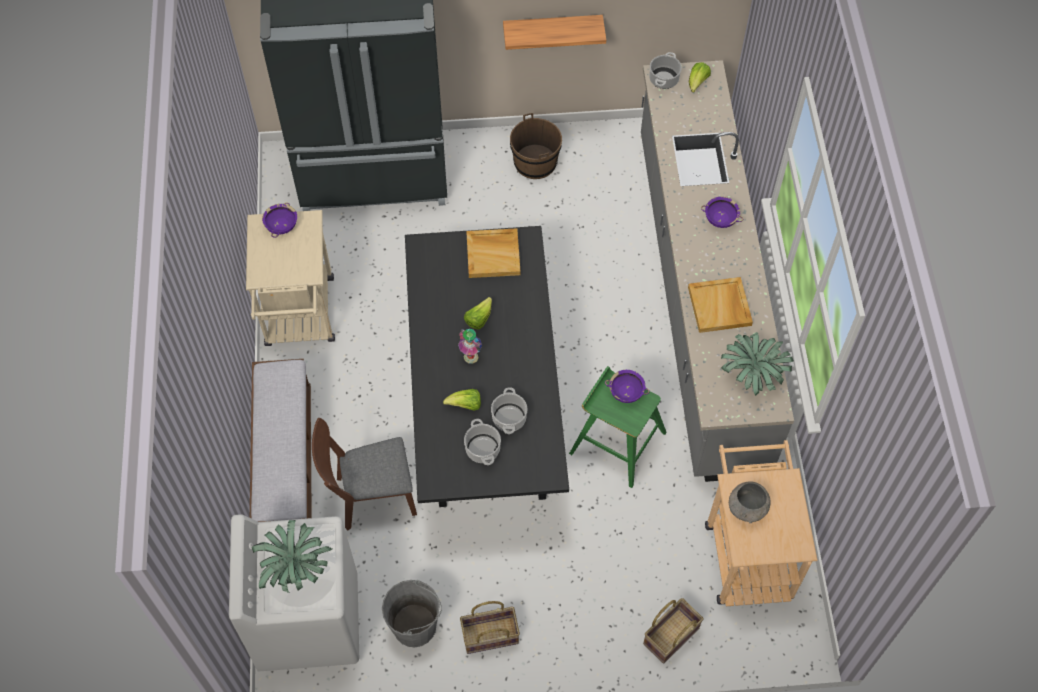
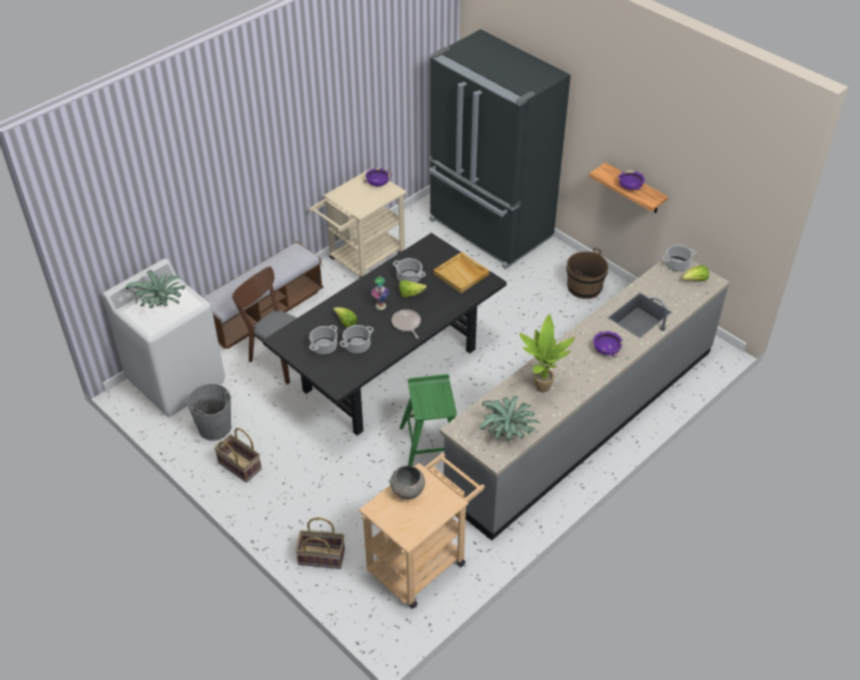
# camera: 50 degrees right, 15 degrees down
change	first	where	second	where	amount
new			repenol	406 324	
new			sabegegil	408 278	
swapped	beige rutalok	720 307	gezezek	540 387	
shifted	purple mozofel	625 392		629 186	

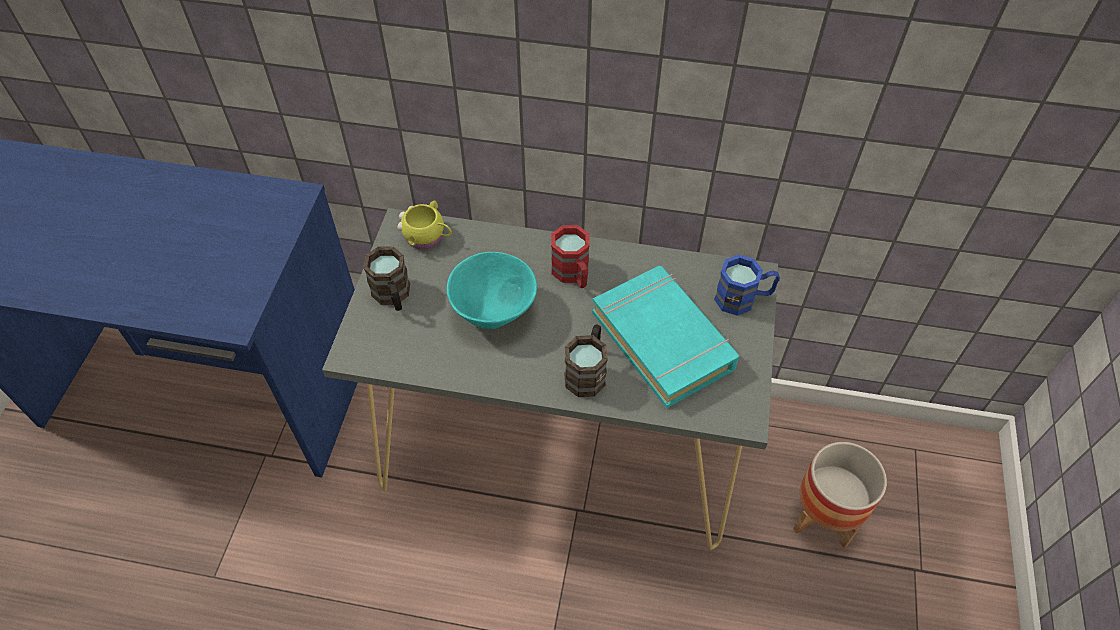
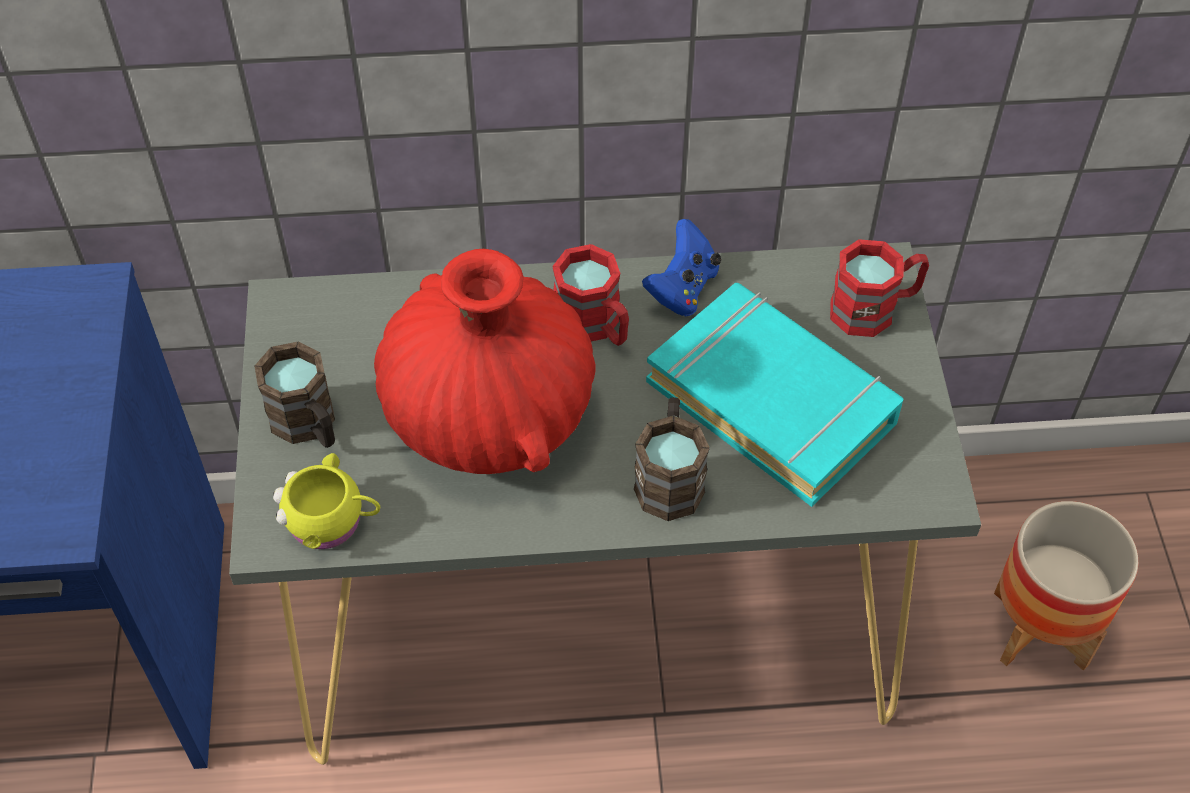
# camera: 15 degrees left, 0 degrees up
change	first	where	second	where	amount
shifted	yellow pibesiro	427 237		331 521	
swapped	turquoise mozofel	496 312	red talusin	489 414	
new			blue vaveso	682 288	
repainted	blue pibesiro	743 298	red pibesiro	875 308	

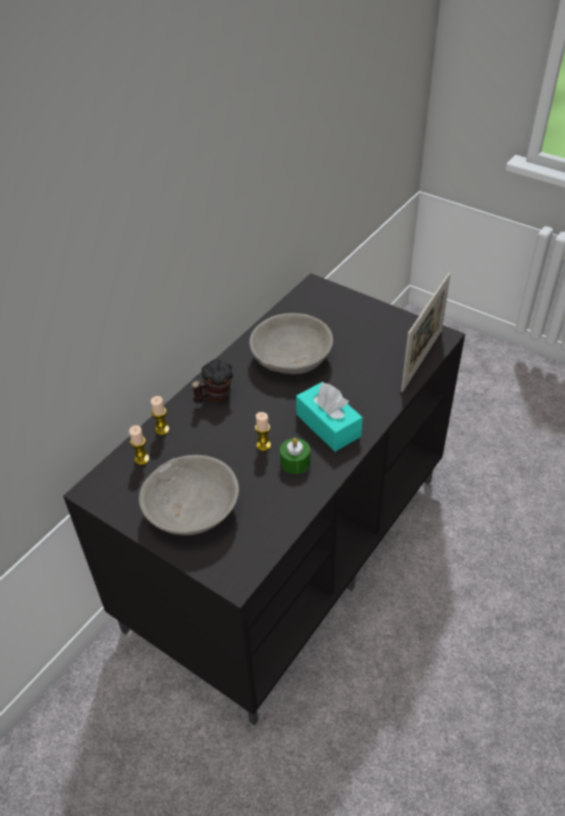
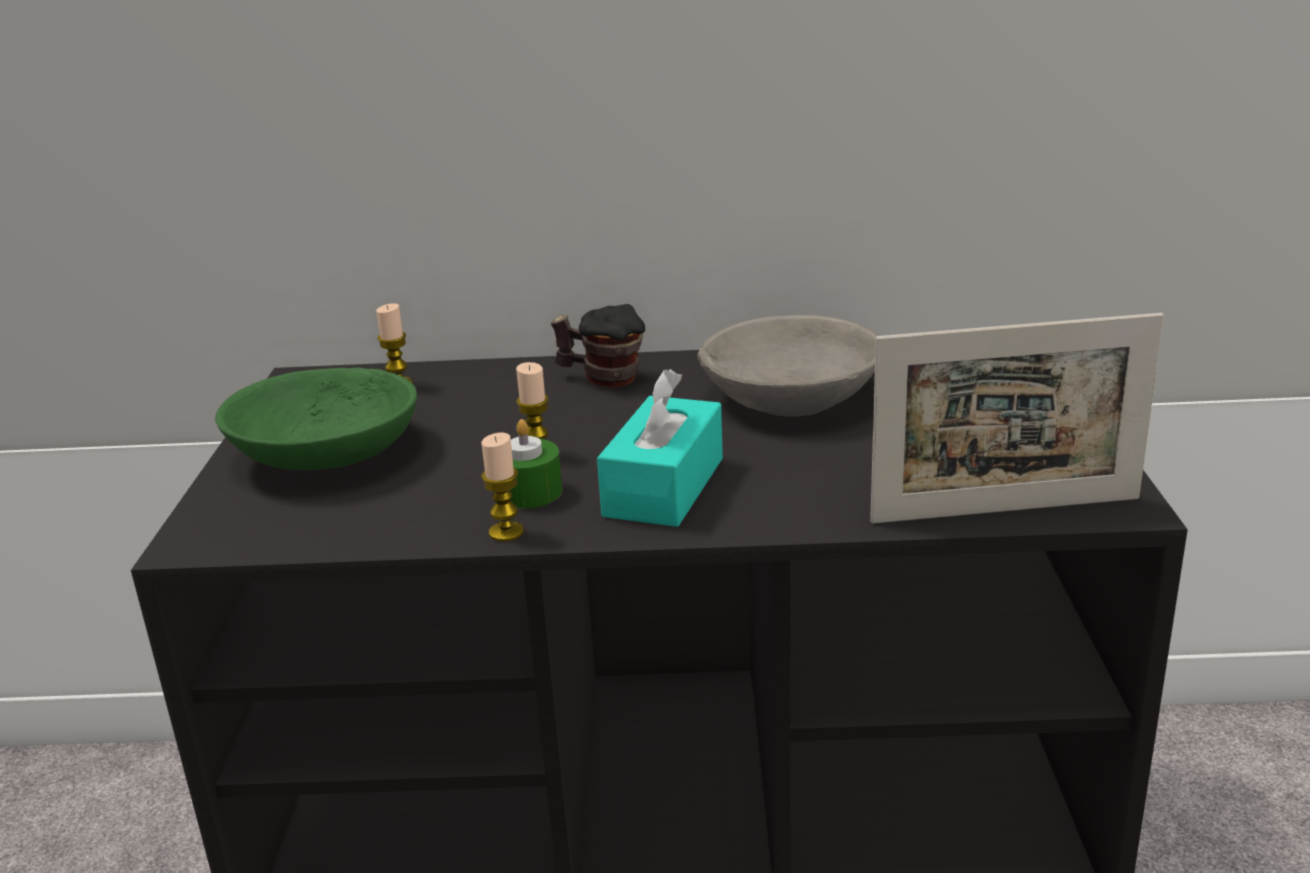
# camera: 55 degrees right, 20 degrees down
change	first	where	second	where	amount
repainted	grey mozofel	192 509	green mozofel	325 453	
shifted	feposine	162 430		506 532	

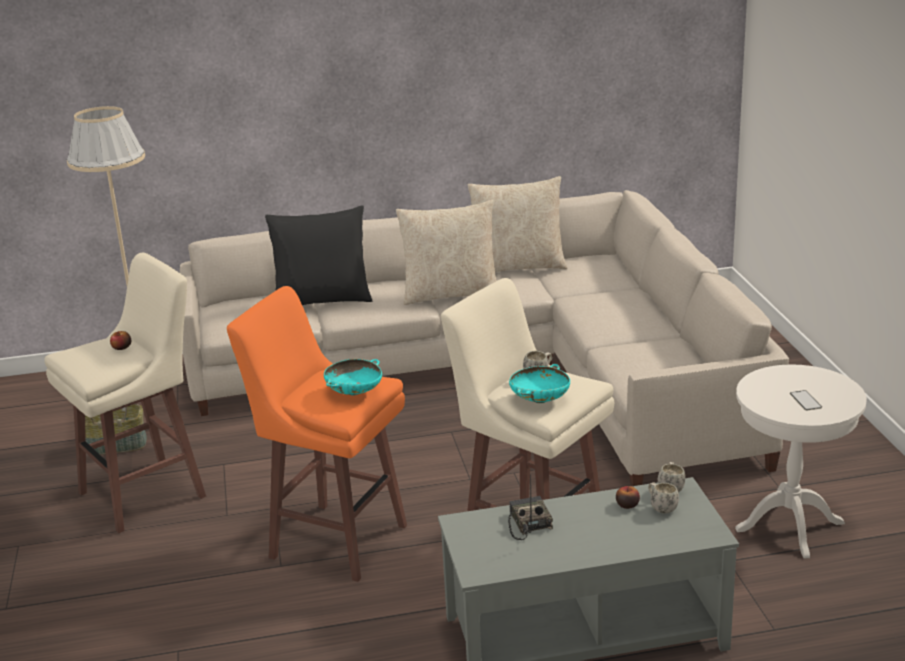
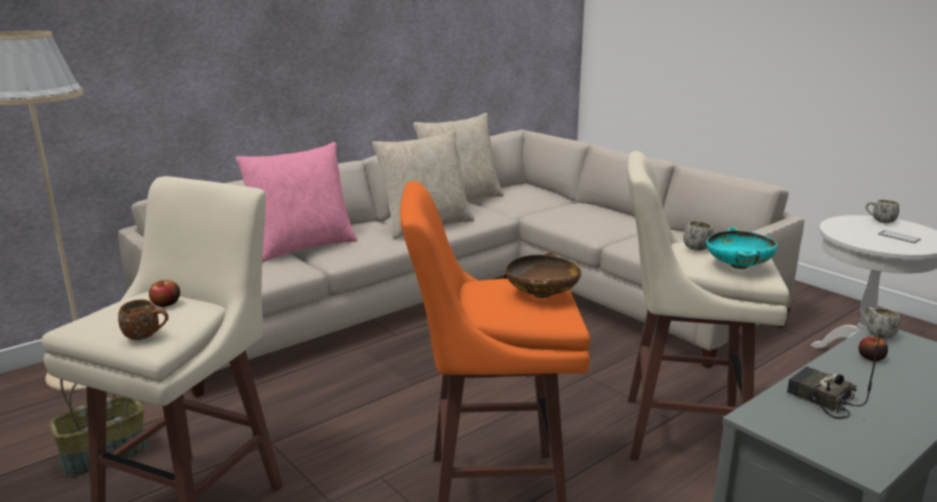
# camera: 30 degrees left, 5 degrees down
change	first	where	second	where	amount
new			brown pibesiro	147 336	
repainted	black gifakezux	322 300	pink gifakezux	302 247	
repainted	turquoise mozofel	354 392	brown mozofel	542 294	
shifted	white pibesiro	660 508		879 221	

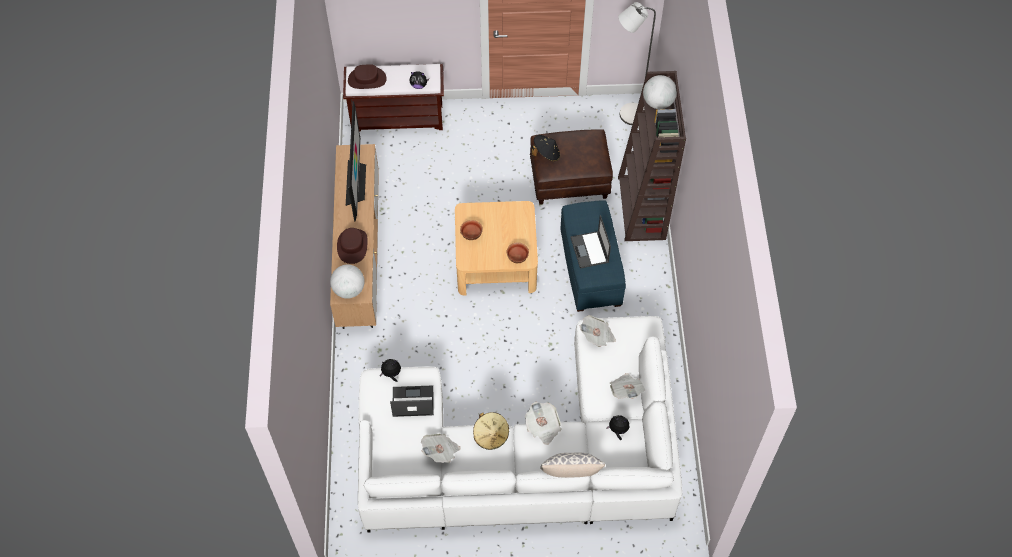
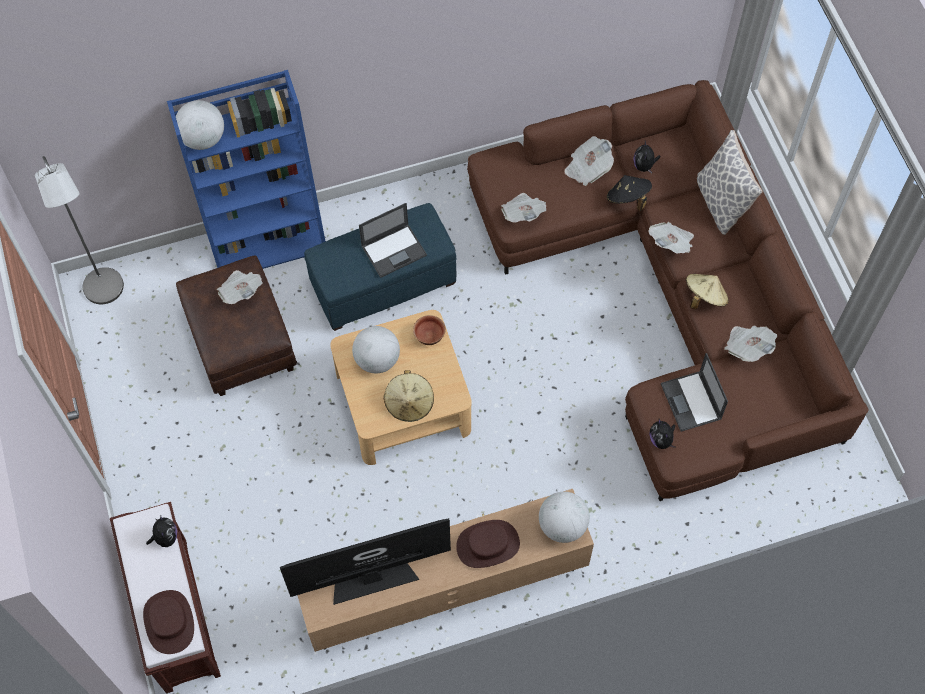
# camera: 105 degrees left, 5 degrees up
change	first	where	second	where	amount
repainted	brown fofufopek	642 209	blue fofufopek	268 242	
new			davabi	241 292	
new			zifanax	377 359	
swapped	mozofel	471 235	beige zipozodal	409 403	
repainted	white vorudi	527 453	brown vorudi	672 294	
shifted	black zipozodal	546 154		628 199	

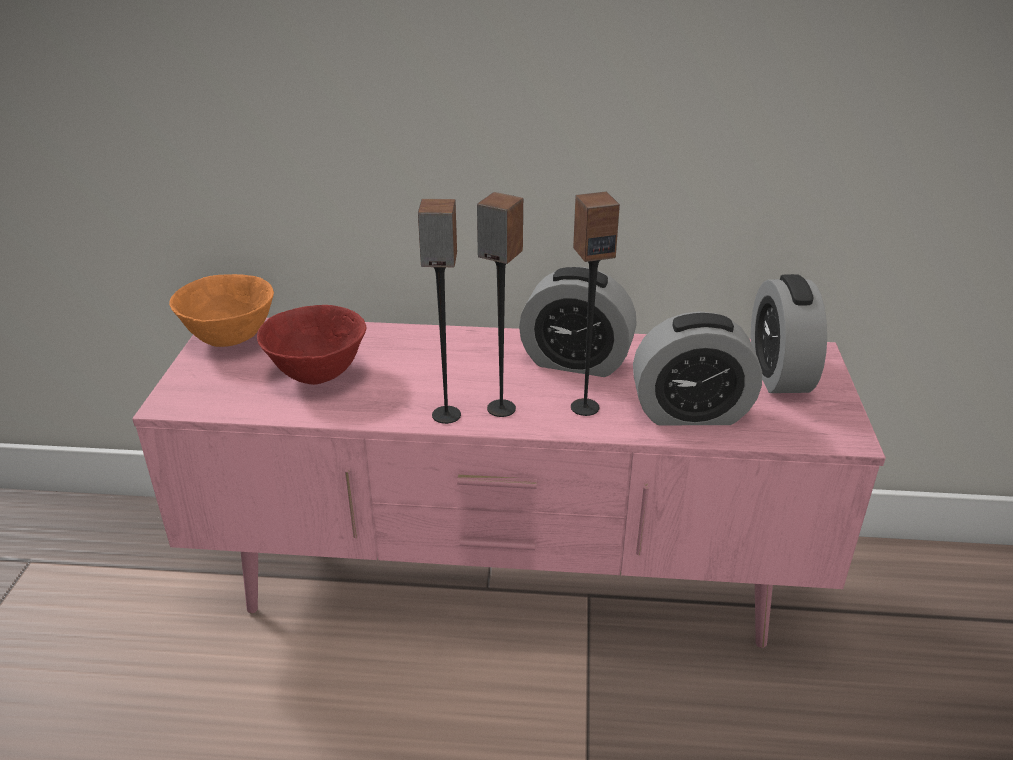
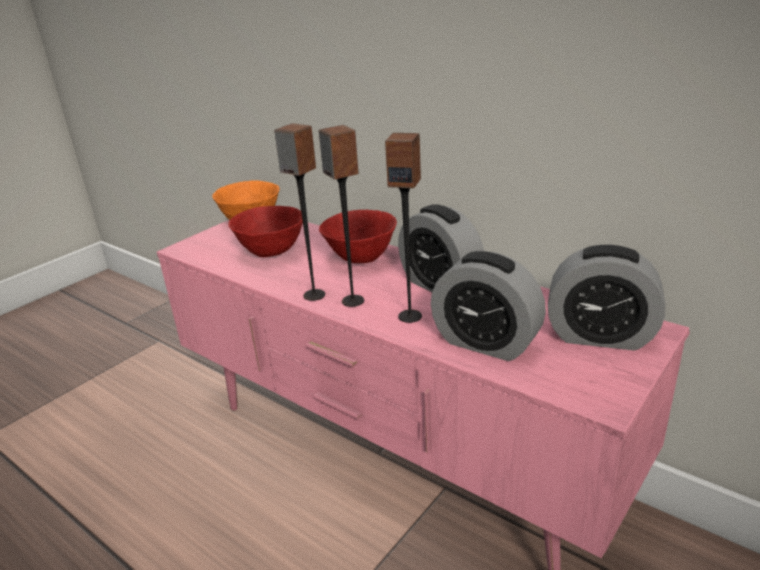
# camera: 35 degrees right, 5 degrees down
change	first	where	second	where	amount
new			red mozofel	360 258	
rotated	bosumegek	779 373		600 336	105 degrees counterclockwise

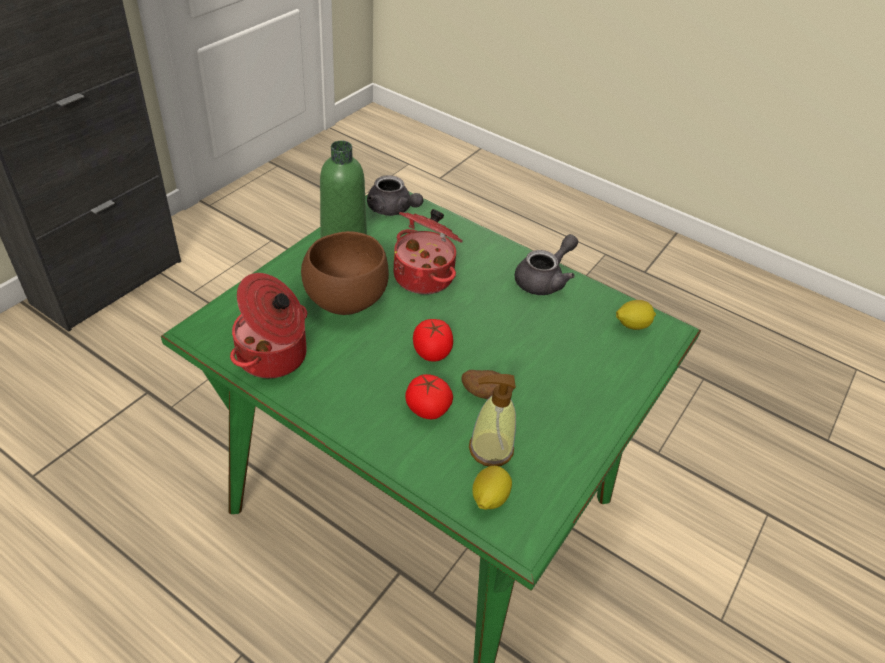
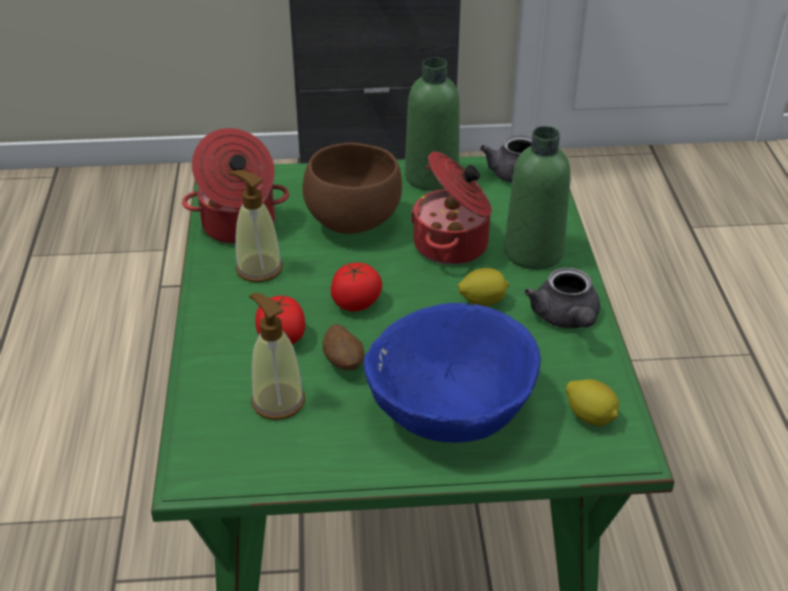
# camera: 55 degrees right, 5 degrees down
change	first	where	second	where	amount
new			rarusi	259 268	
new			blue mozofel	448 407	
shifted	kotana	488 498		482 301	
new			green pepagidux	533 252	
rotated	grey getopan	544 280		566 319	75 degrees clockwise

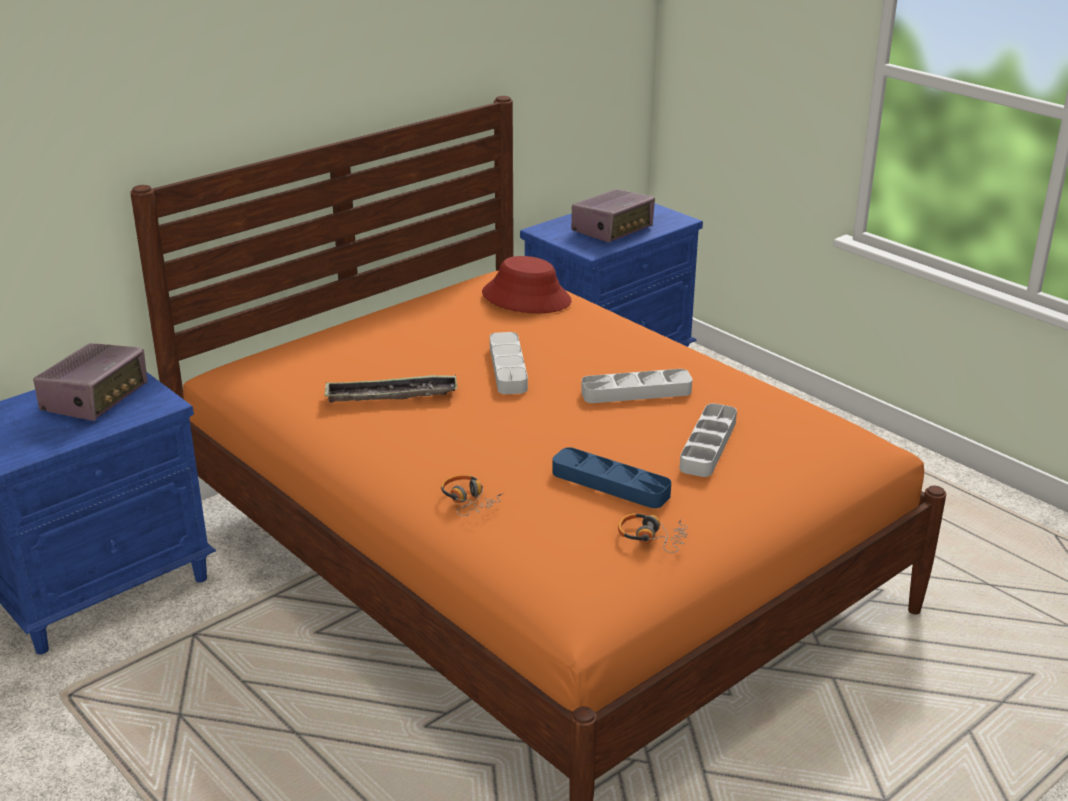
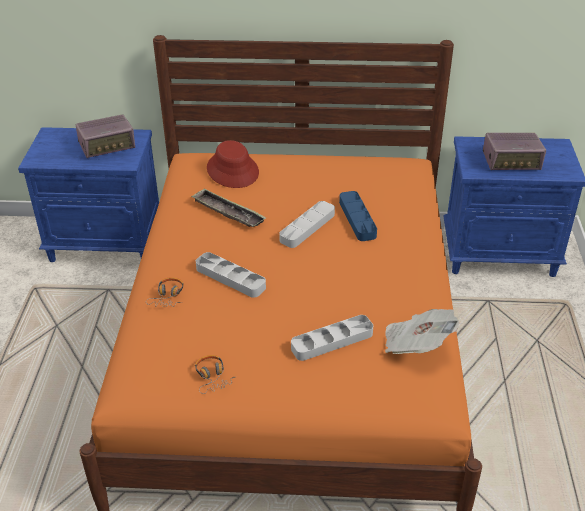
# camera: 45 degrees right, 10 degrees up
change	first	where	second	where	amount
shifted	grey rutalok	636 392		230 278	
shifted	red zipozodal	526 298		233 170	
shifted	blue rutalok	610 484		357 219	
new			davabi	416 344	

